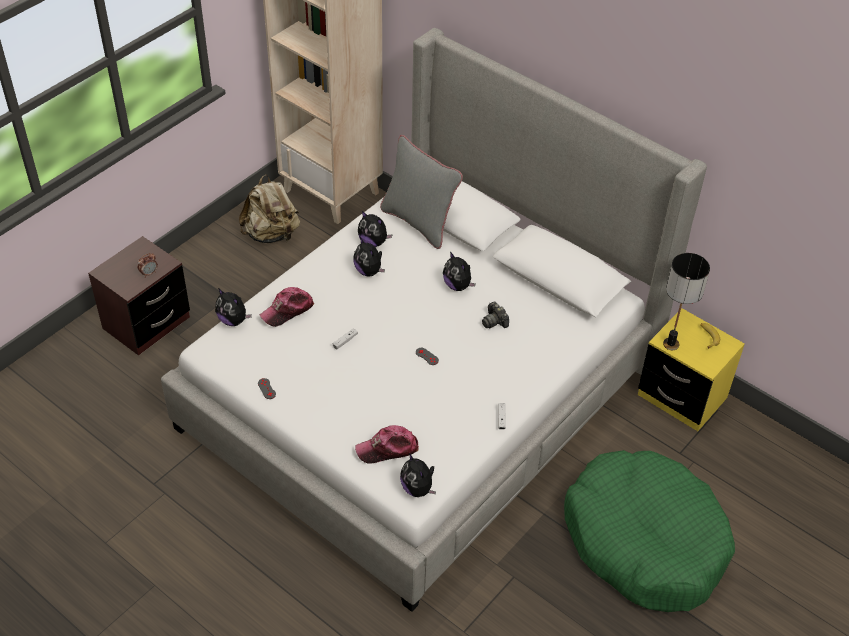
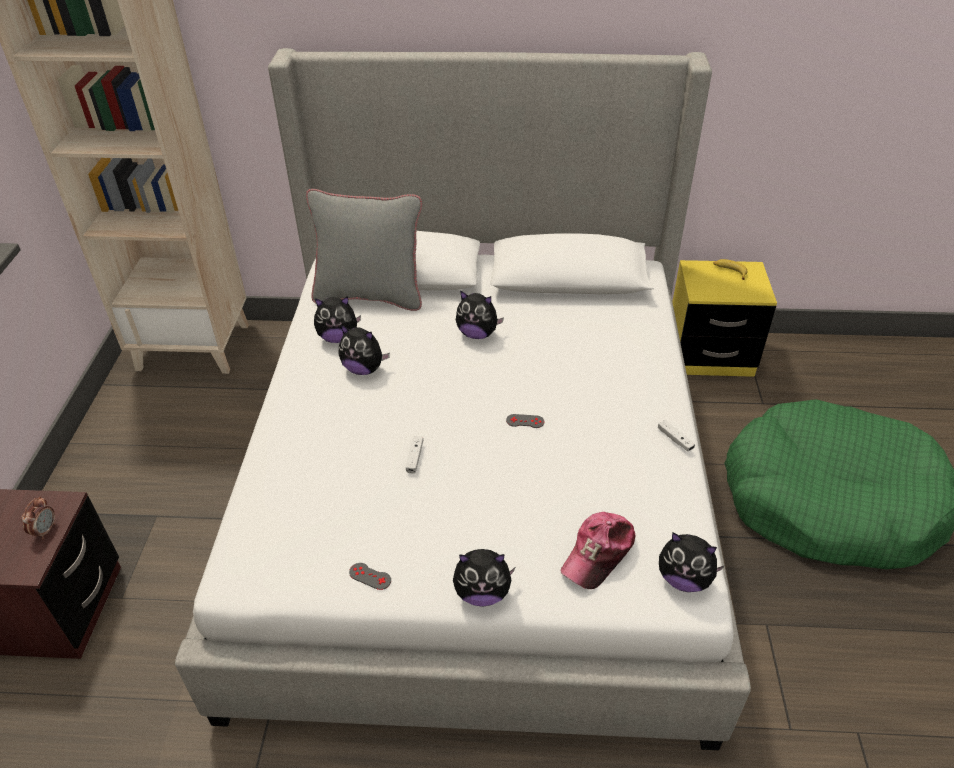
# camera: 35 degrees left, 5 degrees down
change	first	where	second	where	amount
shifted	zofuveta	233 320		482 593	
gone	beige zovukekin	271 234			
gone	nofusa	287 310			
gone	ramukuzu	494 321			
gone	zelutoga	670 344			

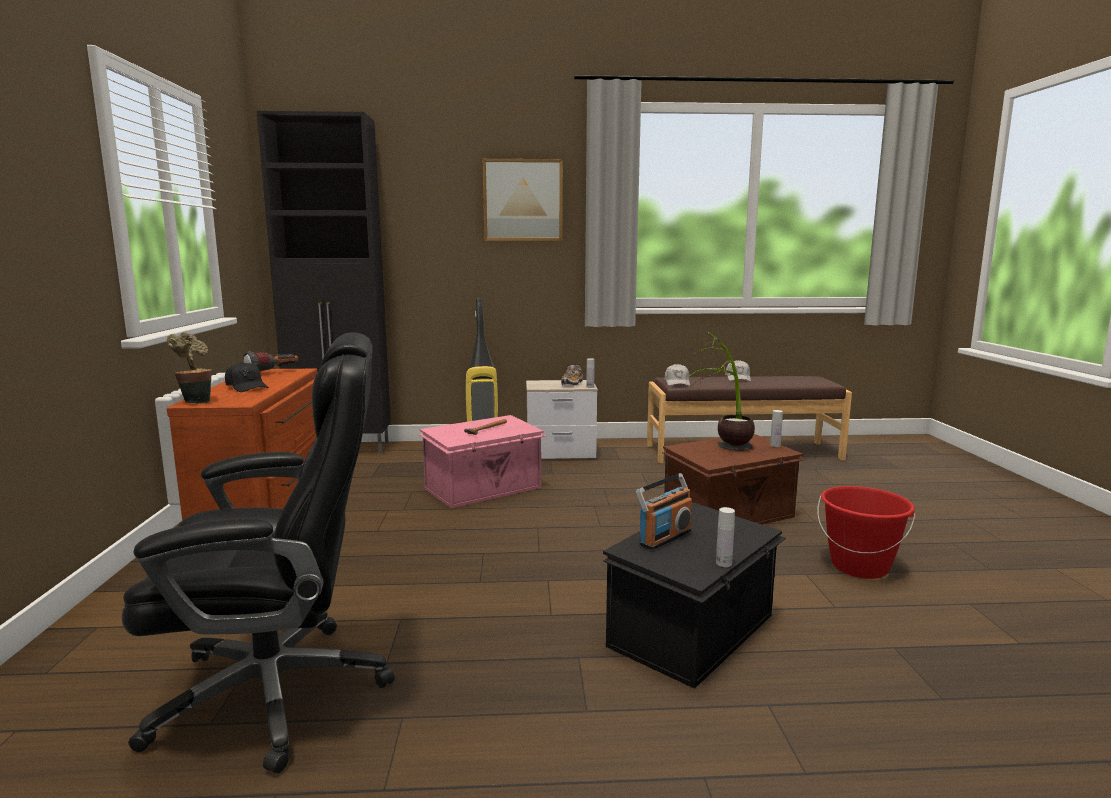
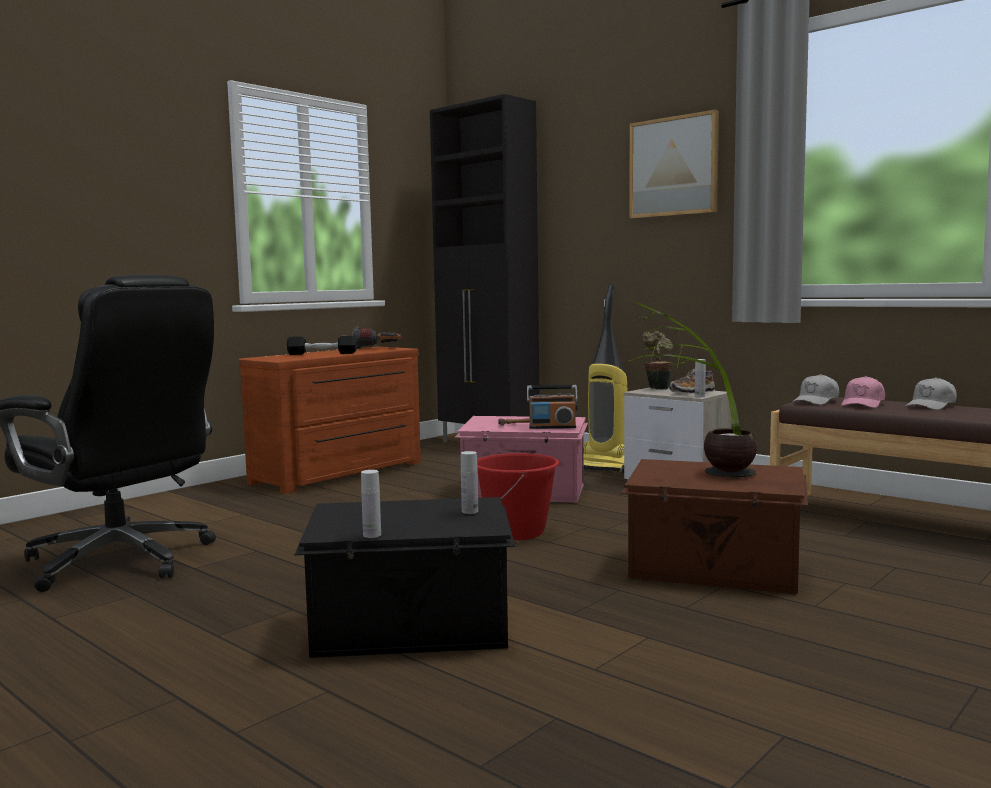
# camera: 45 degrees right, 5 degrees down
change	first	where	second	where	amount
swapped	black nofusa	246 387	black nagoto	322 353	
shifted	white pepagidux	775 445		470 511	
shifted	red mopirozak	859 567		517 532	
shifted	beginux	664 537		552 427	
shifted	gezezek	195 401		657 388	
new			pink nofusa	863 404	

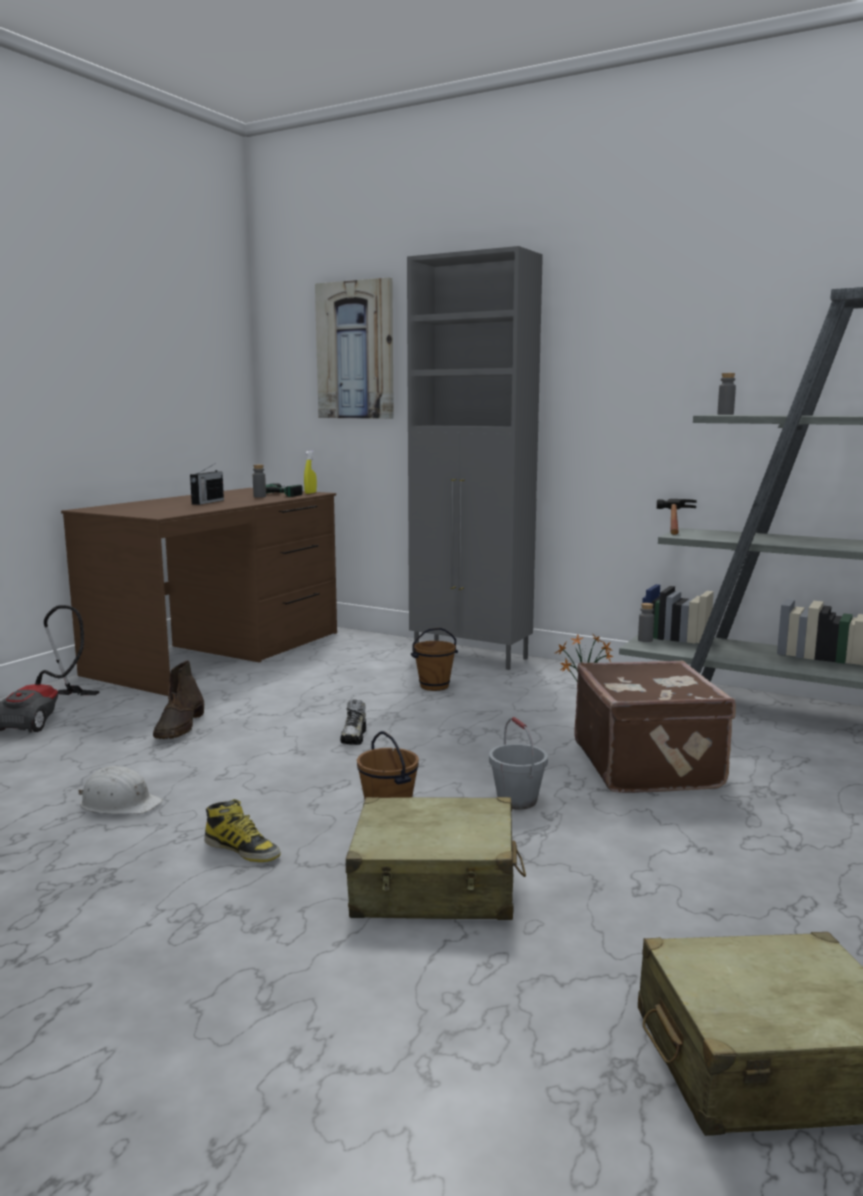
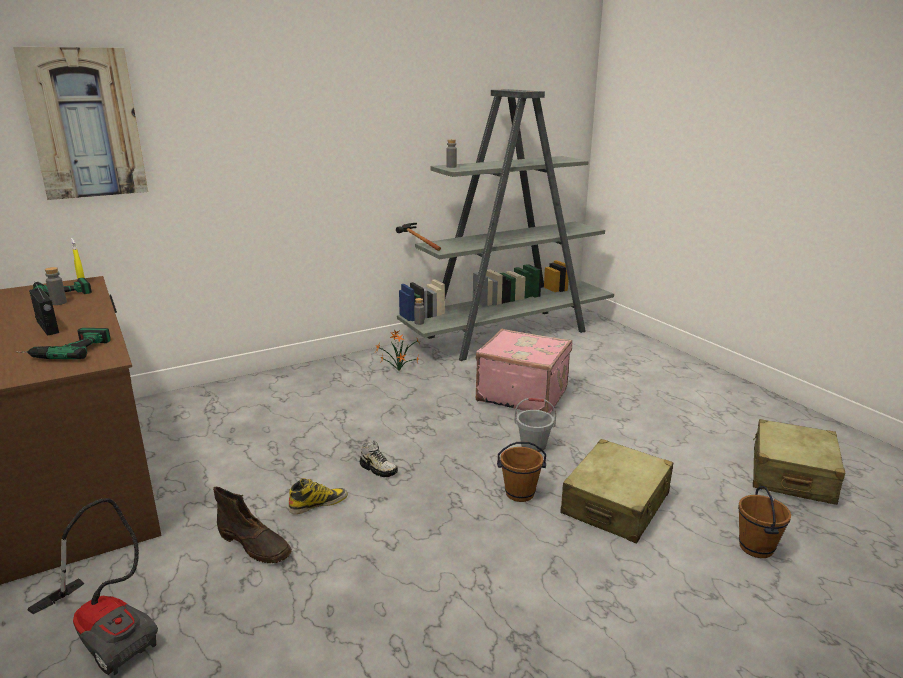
# camera: 60 degrees left, 10 degrees up
change	first	where	second	where	amount
new			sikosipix	64 350	
shifted	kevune	242 849		318 503	
repainted	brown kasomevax	649 765	pink kasomevax	522 394	
shifted	brown mopirozak	434 686		756 548	
gone	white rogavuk	119 803			
gone	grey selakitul	471 657			

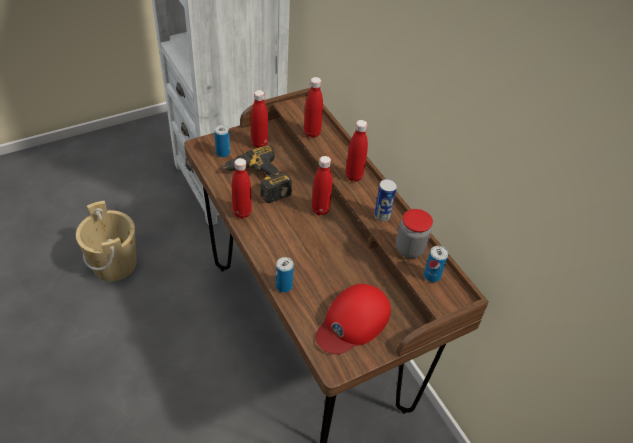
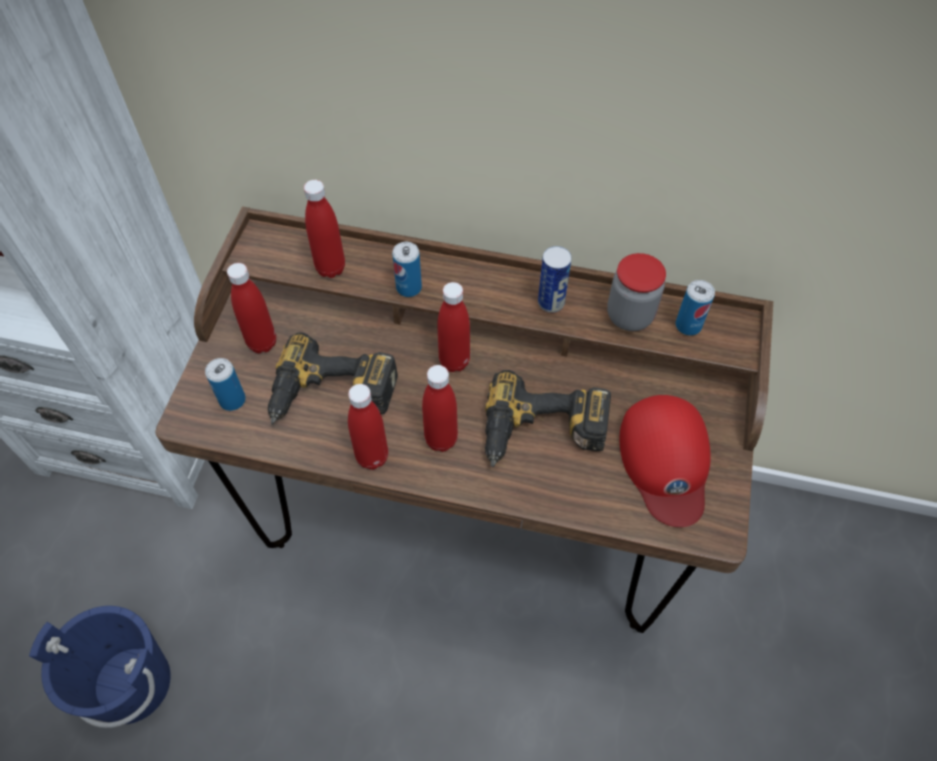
# camera: 45 degrees left, 10 degrees up
change	first	where	second	where	amount
repainted	beige mopirozak	114 264	blue mopirozak	131 683	
shifted	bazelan	284 286		409 288	
shifted	red pepagidux	354 176		441 439	
new			sikosipix	542 435	

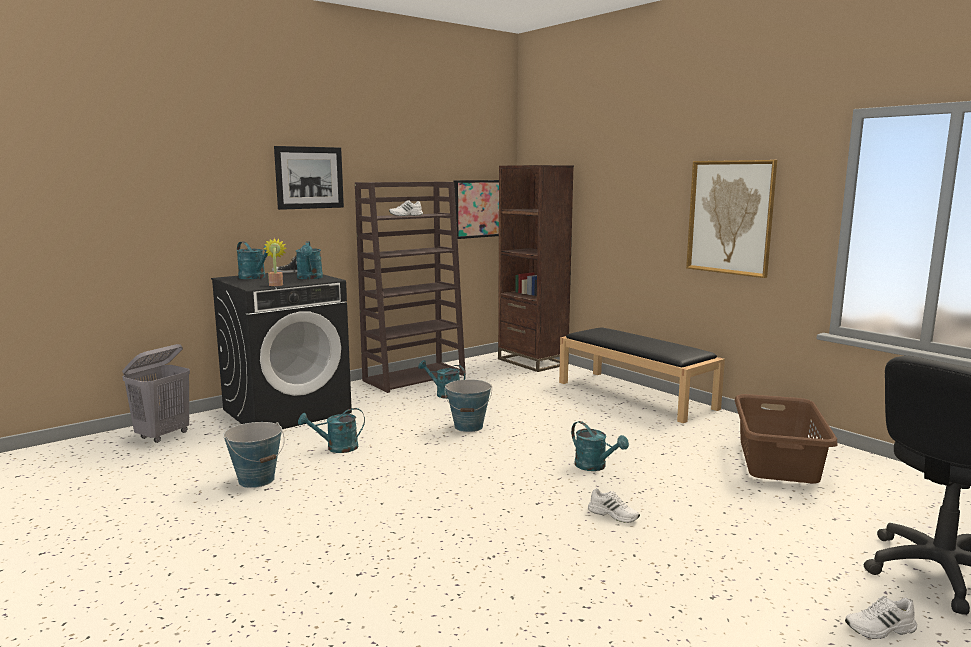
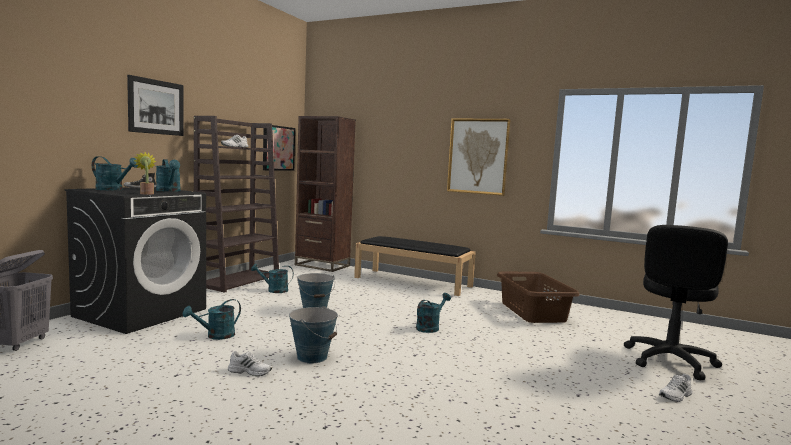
# camera: 25 degrees left, 5 degrees down
change	first	where	second	where	amount
shifted	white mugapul	614 514		250 371	
shifted	mopirozak	257 480		312 357	
rotated	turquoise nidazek	595 467		430 327	75 degrees counterclockwise

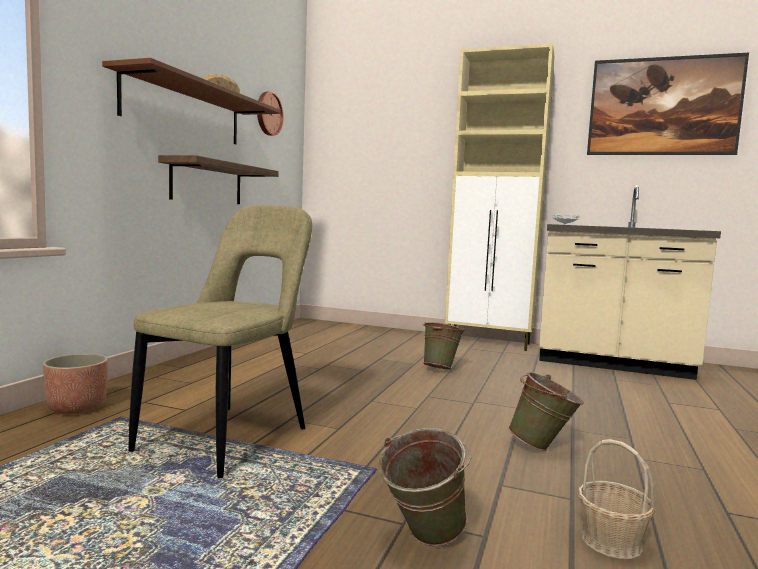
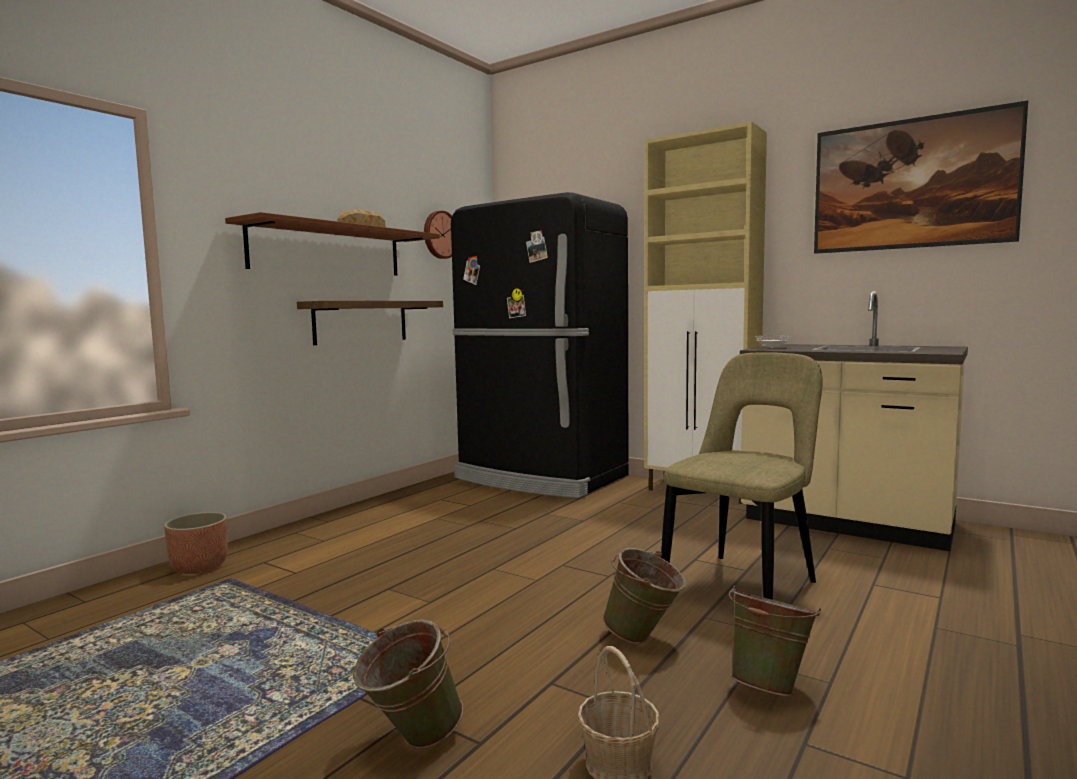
# camera: 15 degrees right, 0 degrees up
change	first	where	second	where	amount
new			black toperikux	540 478	
shifted	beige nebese	230 437		744 587	
shifted	green mopirozak	440 369		770 686	

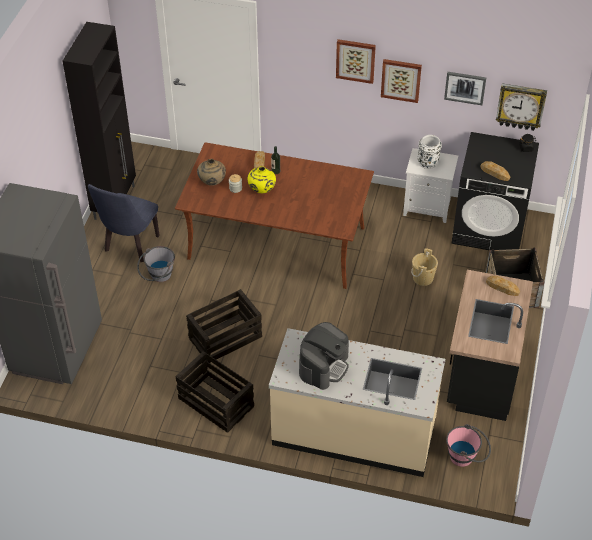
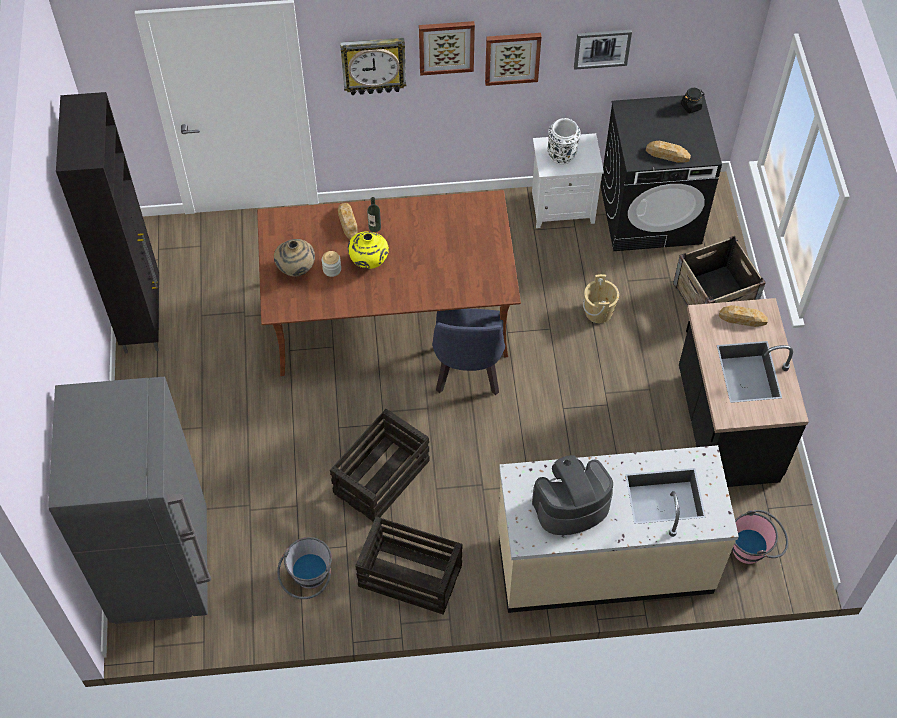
# camera: 20 degrees left, 10 degrees up
change	first	where	second	where	amount
shifted	grey mopirozak	158 277		308 581	
shifted	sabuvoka	520 106		373 65	
shifted	blue nebese	130 246		468 375	
rotated	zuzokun	323 366		570 506	120 degrees counterclockwise

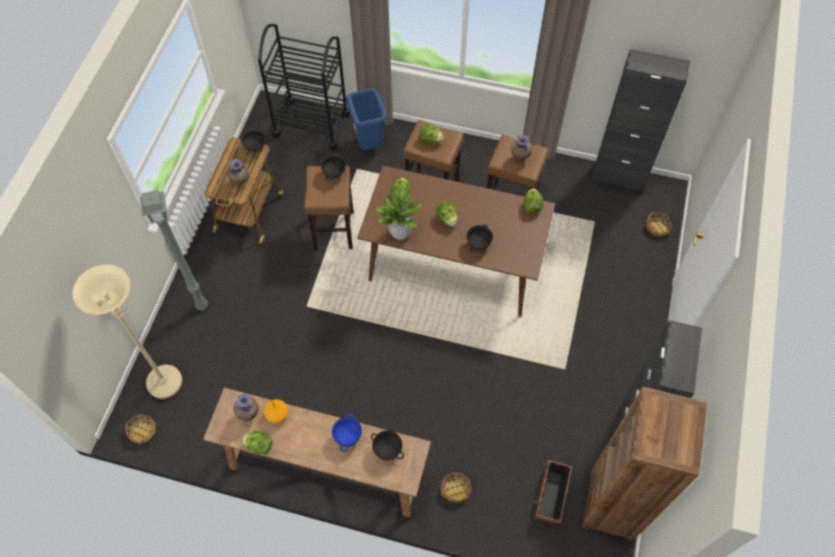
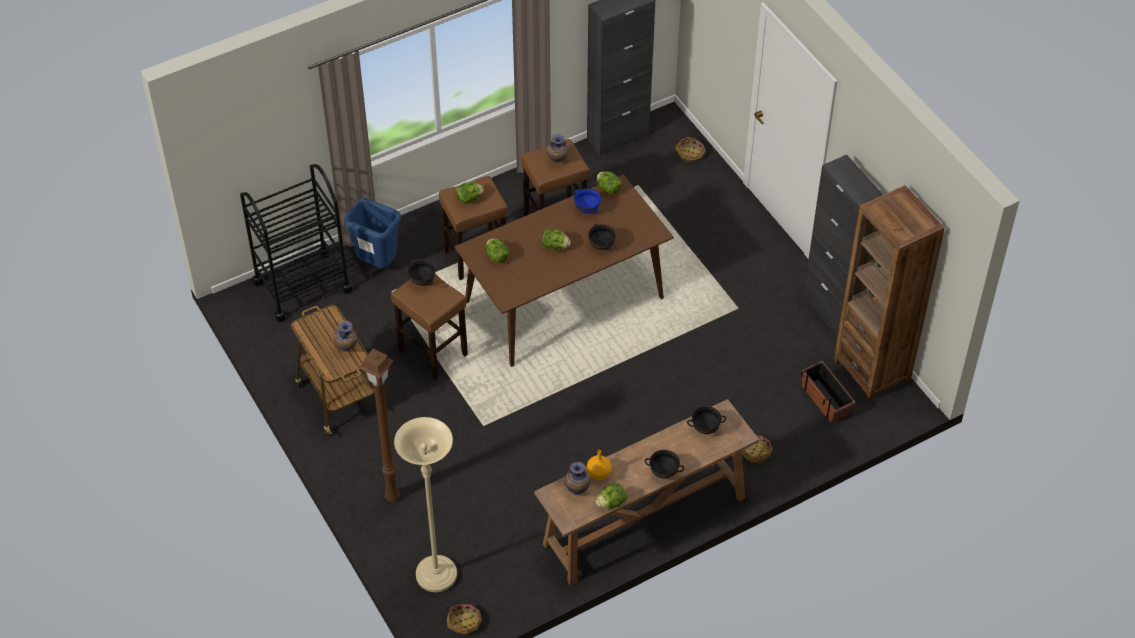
# camera: 45 degrees left, 10 degrees down
change	first	where	second	where	amount
repainted	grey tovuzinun	201 305	brown tovuzinun	391 497	
shifted	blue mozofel	348 437		587 209	
shifted	black mozofel	255 147		664 472	
gone	gezezek	400 233			

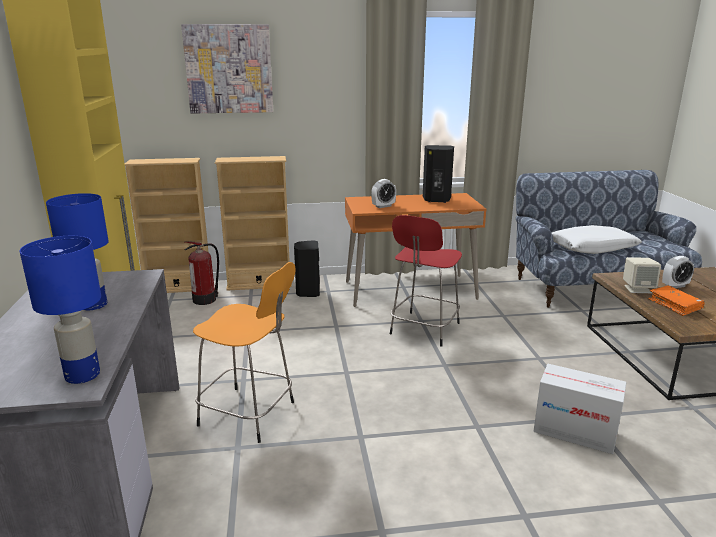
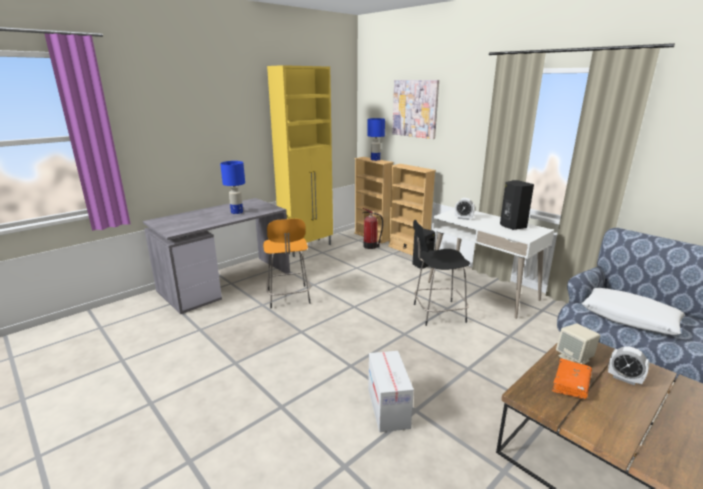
# camera: 55 degrees right, 0 degrees up
change	first	where	second	where	amount
shifted	blue zelutoga	82 376		375 160	
repainted	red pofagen	423 330	black pofagen	437 313	
repainted	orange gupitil	409 290	white gupitil	482 291	

